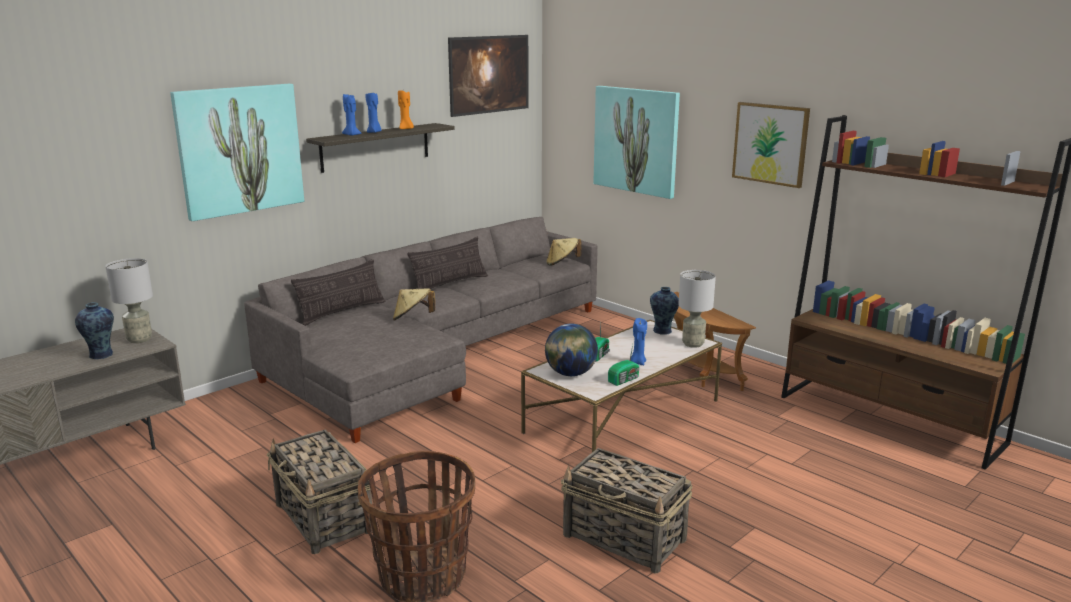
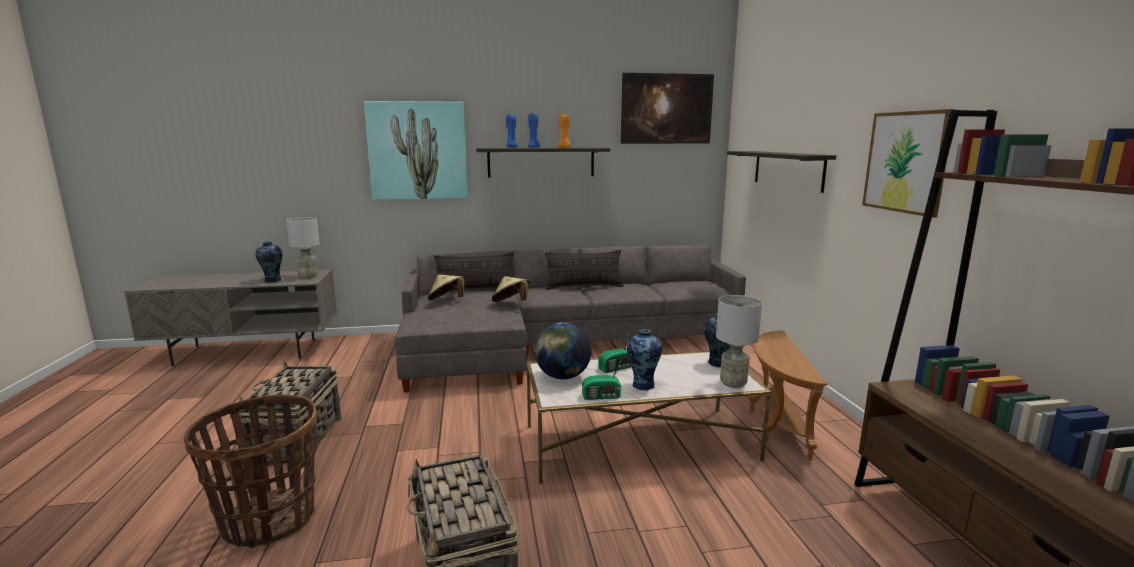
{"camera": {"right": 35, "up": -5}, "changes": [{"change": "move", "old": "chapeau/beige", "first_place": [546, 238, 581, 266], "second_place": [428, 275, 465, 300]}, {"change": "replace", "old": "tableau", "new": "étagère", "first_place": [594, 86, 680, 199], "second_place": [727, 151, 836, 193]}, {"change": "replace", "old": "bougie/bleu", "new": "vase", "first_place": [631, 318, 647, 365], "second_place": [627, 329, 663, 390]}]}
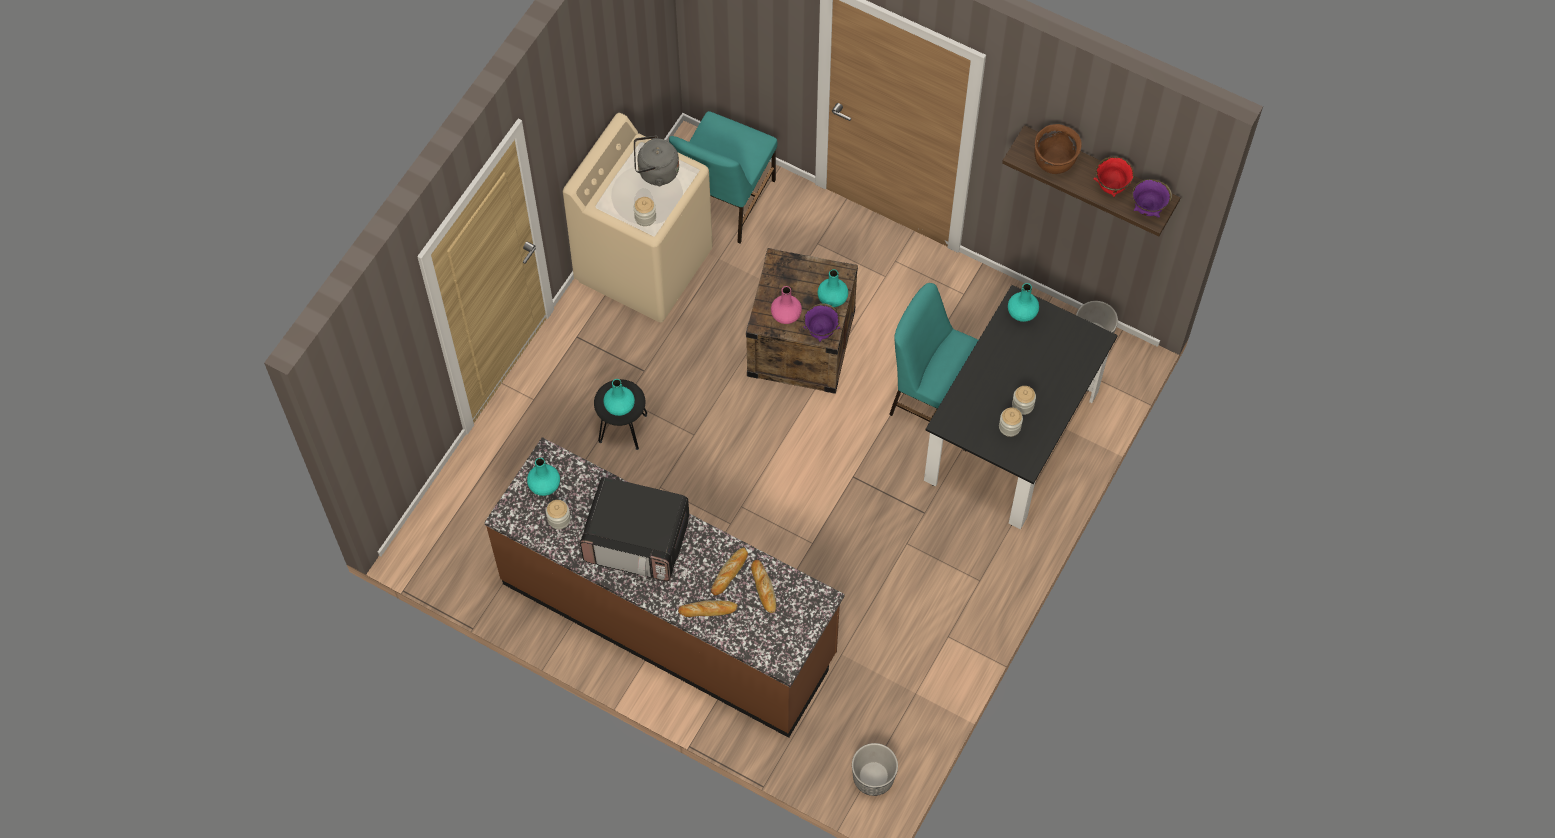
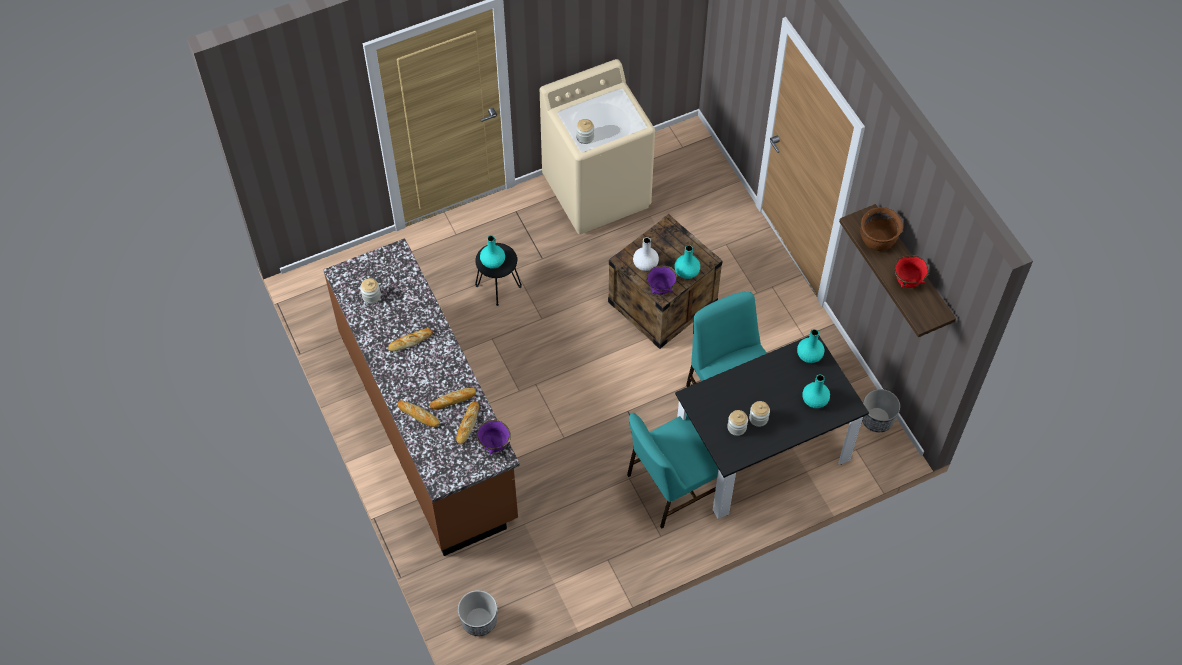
{"camera": {"right": 35, "up": -5}, "changes": [{"change": "move", "old": "vase/turquoise", "first_place": [527, 458, 560, 496], "second_place": [802, 374, 830, 408]}, {"change": "replace", "old": "micro-ondes", "new": "pain", "first_place": [580, 477, 689, 581], "second_place": [388, 328, 433, 352]}, {"change": "delete", "old": "bouilloire/gris", "first_place": [634, 136, 679, 187]}, {"change": "move", "old": "chaise/turquoise", "first_place": [669, 111, 777, 243], "second_place": [627, 413, 718, 528]}, {"change": "recolor", "old": "vase/rose", "new": "vase/blanc", "first_place": [771, 286, 802, 324], "second_place": [633, 237, 659, 271]}, {"change": "move", "old": "bol/violet", "first_place": [1132, 179, 1172, 217], "second_place": [477, 420, 511, 455]}]}
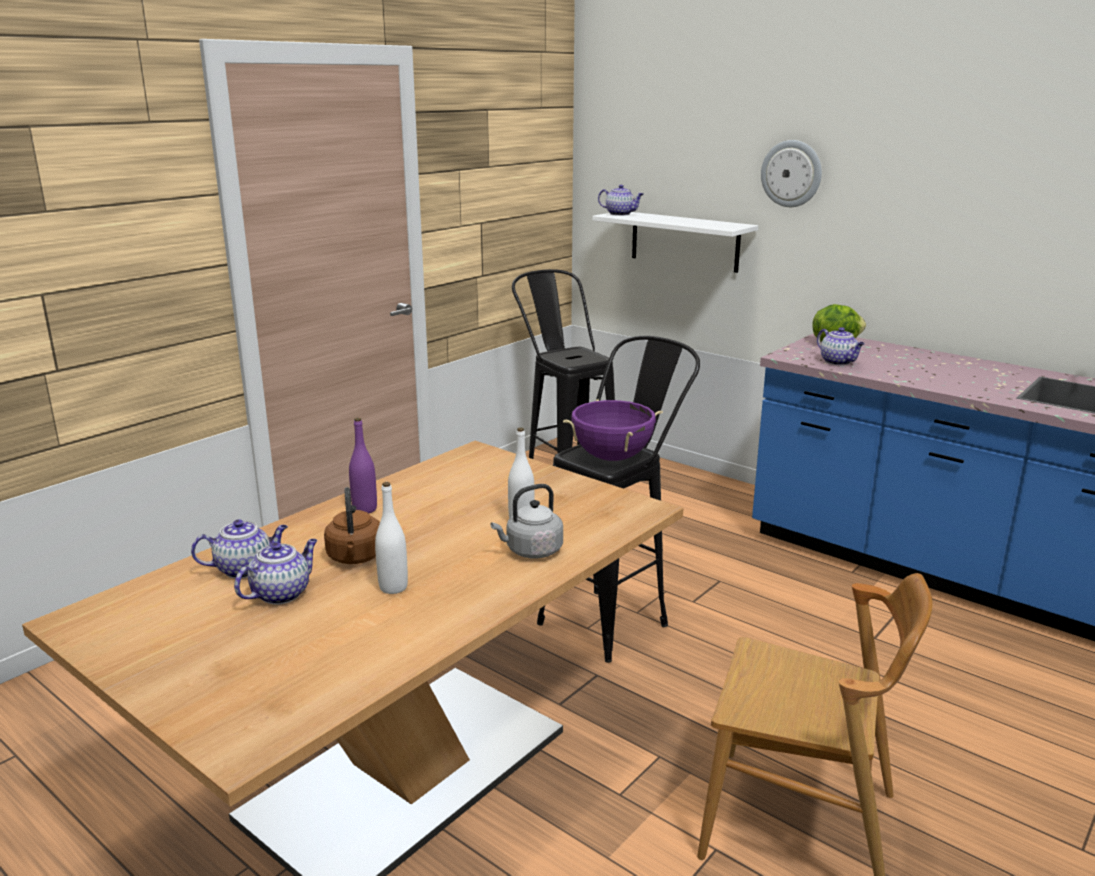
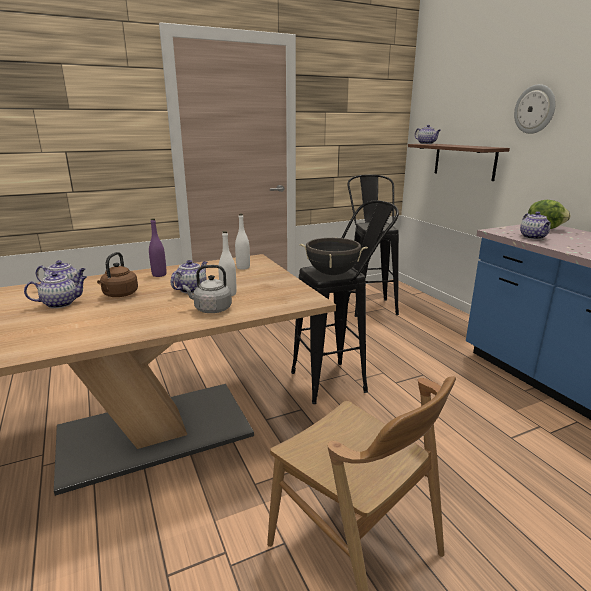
{"camera": {"right": 25, "up": 0}, "changes": [{"change": "move", "old": "bouteille/blanc", "first_place": [375, 482, 408, 594], "second_place": [235, 214, 250, 270]}, {"change": "recolor", "old": "marmite/violet", "new": "marmite/noir", "first_place": [563, 399, 663, 461], "second_place": [299, 237, 368, 275]}, {"change": "recolor", "old": "étagère/blanc", "new": "étagère/marron", "first_place": [592, 212, 758, 273], "second_place": [408, 144, 510, 181]}, {"change": "insert", "new": "théière", "second_place": [171, 260, 207, 293]}]}
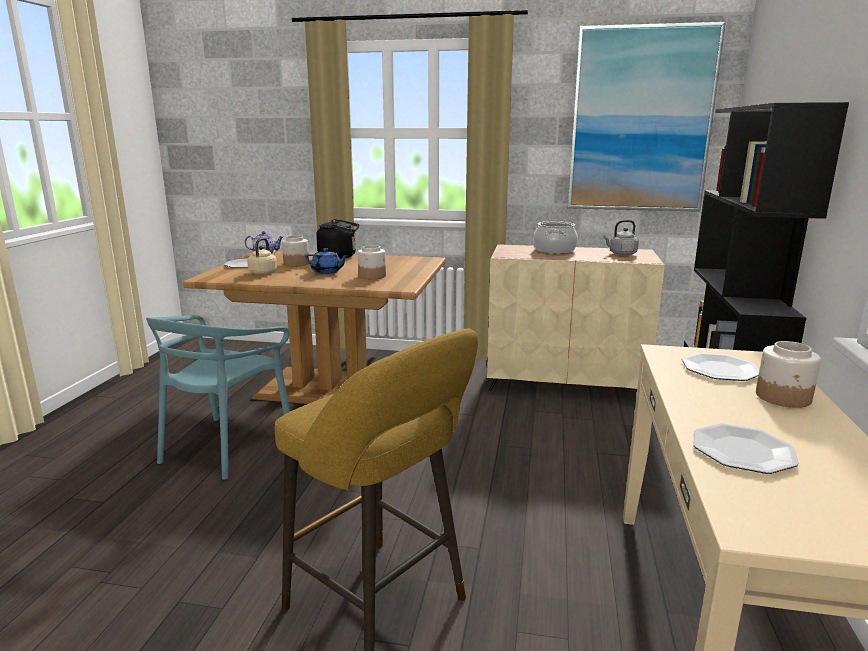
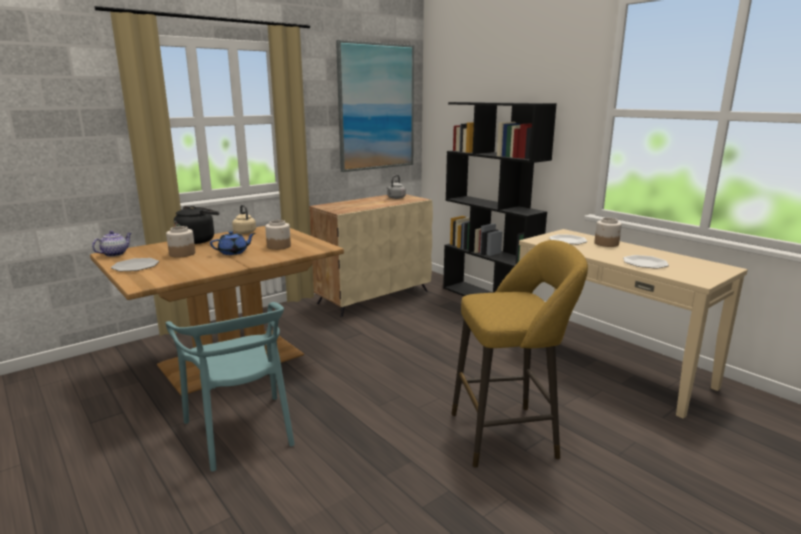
{"camera": {"right": -50, "up": 0}, "changes": [{"change": "move", "old": "bouilloire/beige", "first_place": [247, 238, 277, 275], "second_place": [232, 205, 256, 234]}, {"change": "delete", "old": "marmite", "first_place": [533, 221, 578, 254]}]}
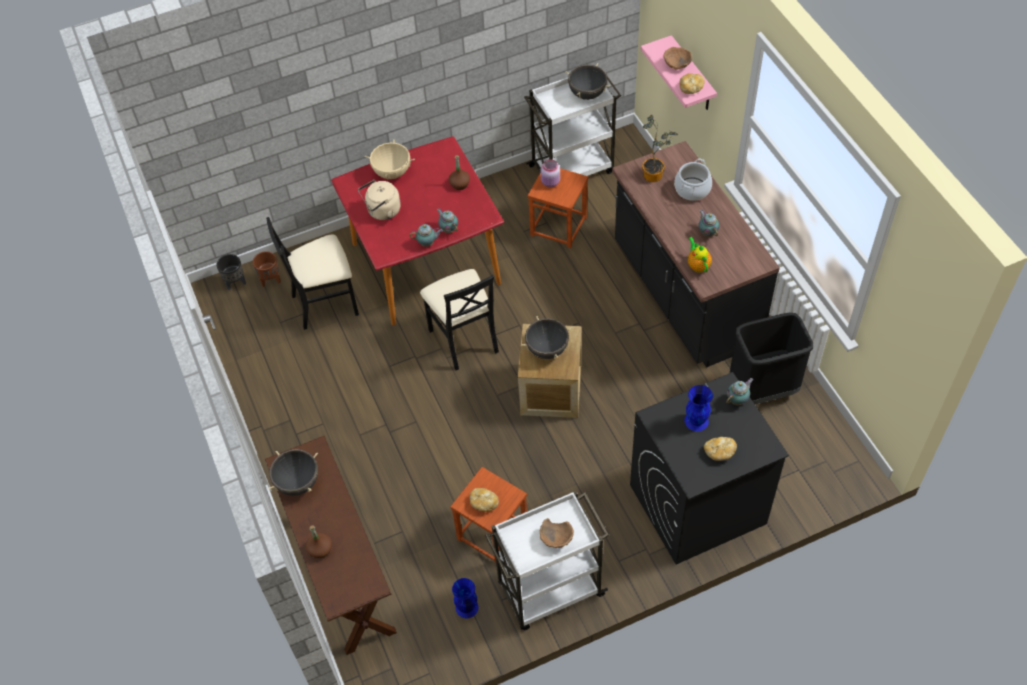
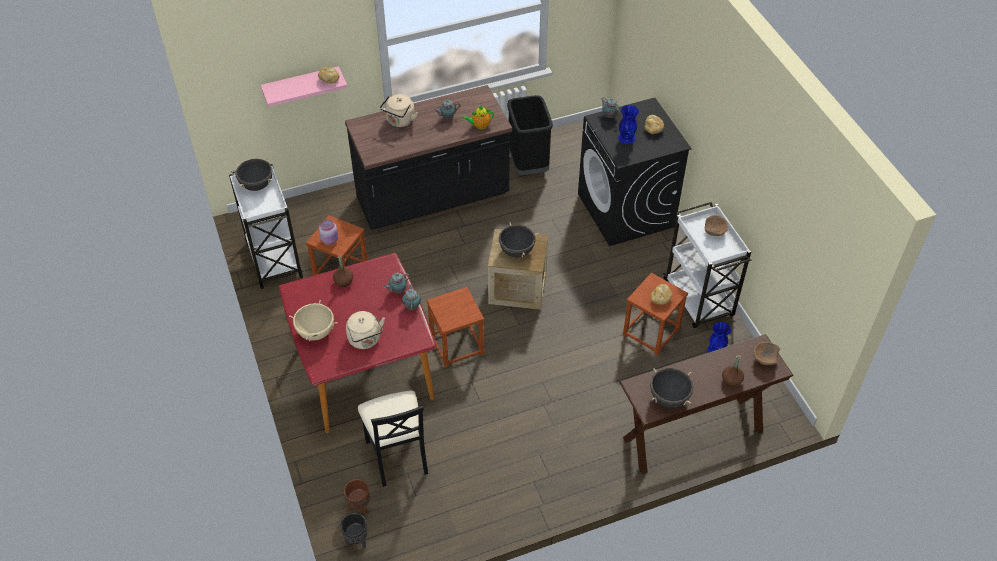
{"camera": {"right": -90, "up": -5}, "changes": [{"change": "replace", "old": "chaise/noir", "new": "tabouret/marron", "first_place": [420, 269, 499, 370], "second_place": [426, 287, 484, 368]}, {"change": "delete", "old": "plante en pot", "first_place": [642, 115, 678, 182]}, {"change": "move", "old": "bol/marron", "first_place": [664, 47, 692, 70], "second_place": [754, 342, 780, 365]}, {"change": "replace", "old": "marmite", "new": "bouilloire/beige", "first_place": [674, 159, 712, 201], "second_place": [380, 94, 418, 127]}]}
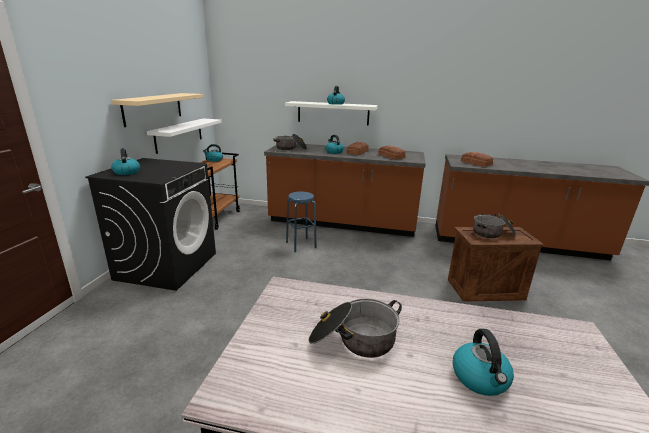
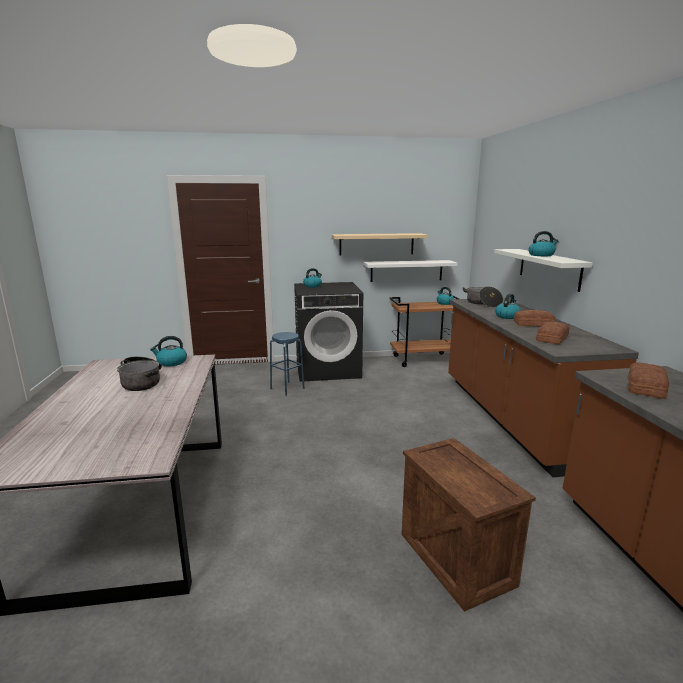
{"camera": {"right": 70, "up": -5}, "changes": [{"change": "move", "old": "tabouret/bleu", "first_place": [286, 191, 317, 252], "second_place": [270, 332, 304, 396]}, {"change": "move", "old": "bouilloire", "first_place": [453, 329, 514, 396], "second_place": [150, 336, 187, 366]}, {"change": "delete", "old": "marmite", "first_place": [473, 213, 516, 238]}]}
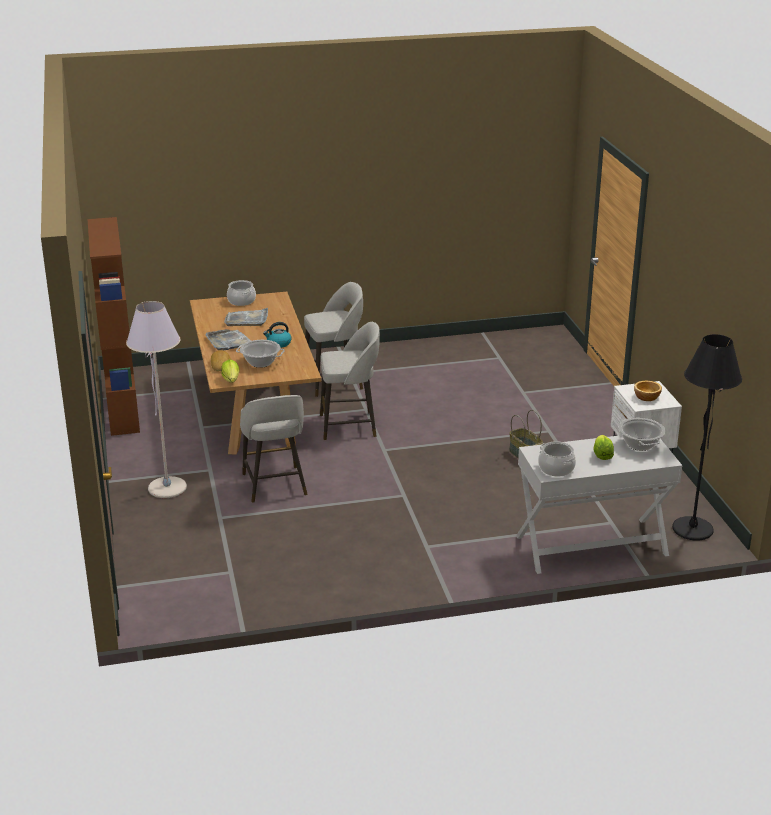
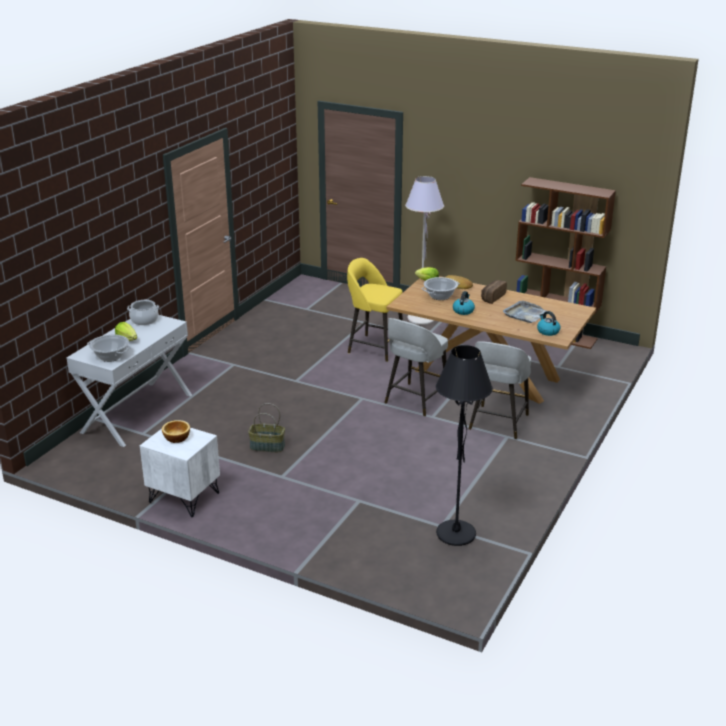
{"camera": {"right": 130, "up": 0}, "changes": [{"change": "replace", "old": "plateau/gris", "new": "pain", "first_place": [205, 329, 251, 350], "second_place": [481, 280, 507, 304]}, {"change": "delete", "old": "marmite", "first_place": [227, 280, 256, 306]}, {"change": "recolor", "old": "tabouret/gris", "new": "tabouret/jaune", "first_place": [240, 395, 307, 503], "second_place": [347, 258, 403, 362]}, {"change": "move", "old": "lampadaire/noir", "first_place": [672, 334, 742, 541], "second_place": [436, 345, 493, 546]}, {"change": "insert", "new": "bouilloire", "second_place": [537, 311, 560, 336]}]}
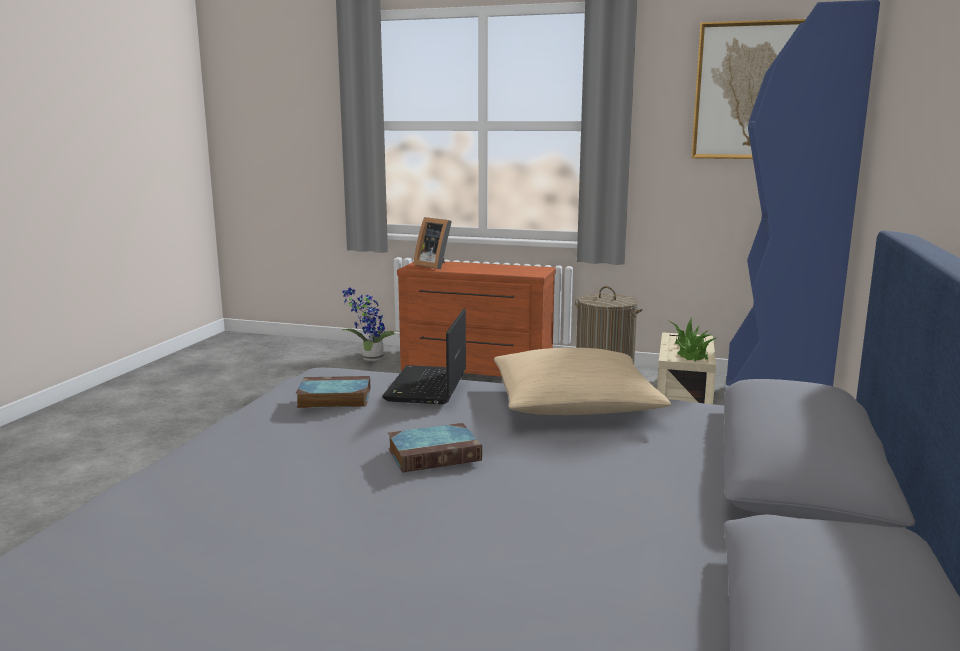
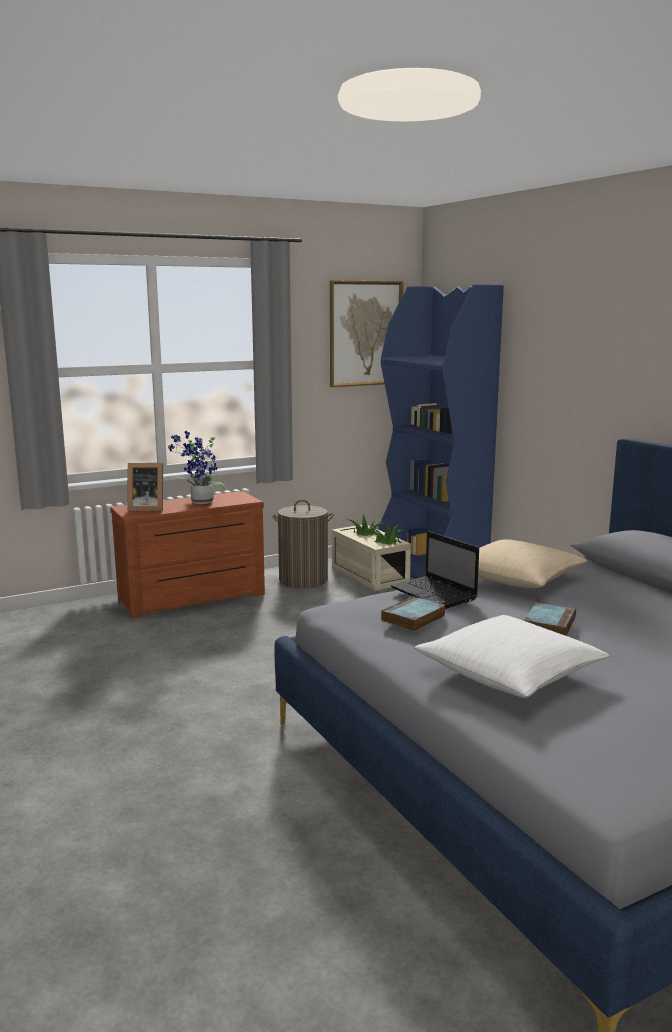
{"camera": {"right": -45, "up": 0}, "changes": [{"change": "move", "old": "plante en pot", "first_place": [342, 287, 396, 361], "second_place": [167, 431, 226, 504]}, {"change": "insert", "new": "coussin/blanc", "second_place": [415, 615, 609, 698]}]}
